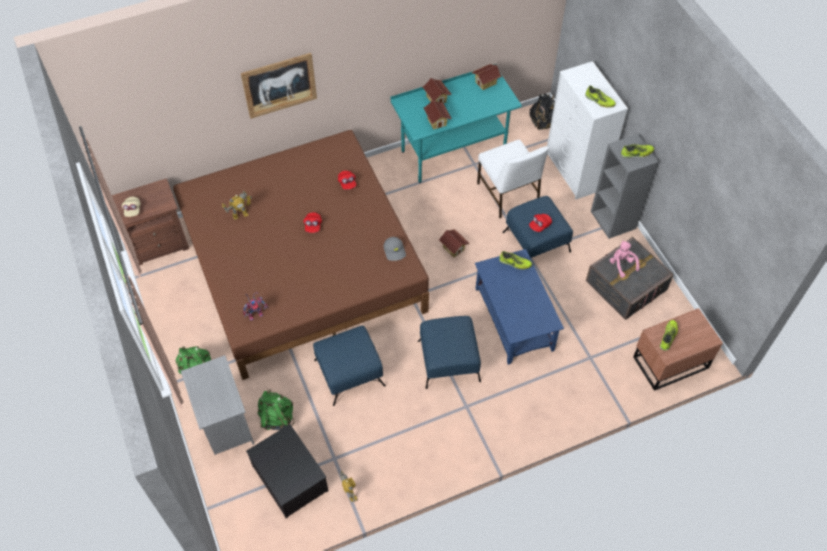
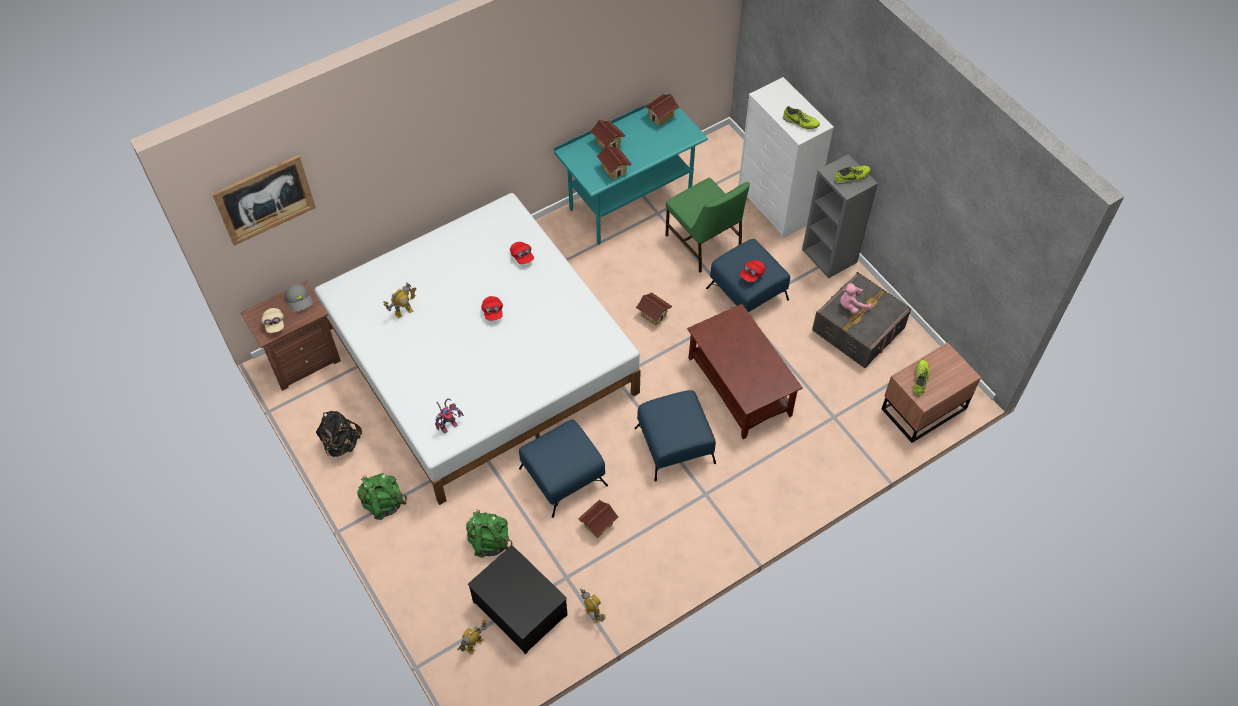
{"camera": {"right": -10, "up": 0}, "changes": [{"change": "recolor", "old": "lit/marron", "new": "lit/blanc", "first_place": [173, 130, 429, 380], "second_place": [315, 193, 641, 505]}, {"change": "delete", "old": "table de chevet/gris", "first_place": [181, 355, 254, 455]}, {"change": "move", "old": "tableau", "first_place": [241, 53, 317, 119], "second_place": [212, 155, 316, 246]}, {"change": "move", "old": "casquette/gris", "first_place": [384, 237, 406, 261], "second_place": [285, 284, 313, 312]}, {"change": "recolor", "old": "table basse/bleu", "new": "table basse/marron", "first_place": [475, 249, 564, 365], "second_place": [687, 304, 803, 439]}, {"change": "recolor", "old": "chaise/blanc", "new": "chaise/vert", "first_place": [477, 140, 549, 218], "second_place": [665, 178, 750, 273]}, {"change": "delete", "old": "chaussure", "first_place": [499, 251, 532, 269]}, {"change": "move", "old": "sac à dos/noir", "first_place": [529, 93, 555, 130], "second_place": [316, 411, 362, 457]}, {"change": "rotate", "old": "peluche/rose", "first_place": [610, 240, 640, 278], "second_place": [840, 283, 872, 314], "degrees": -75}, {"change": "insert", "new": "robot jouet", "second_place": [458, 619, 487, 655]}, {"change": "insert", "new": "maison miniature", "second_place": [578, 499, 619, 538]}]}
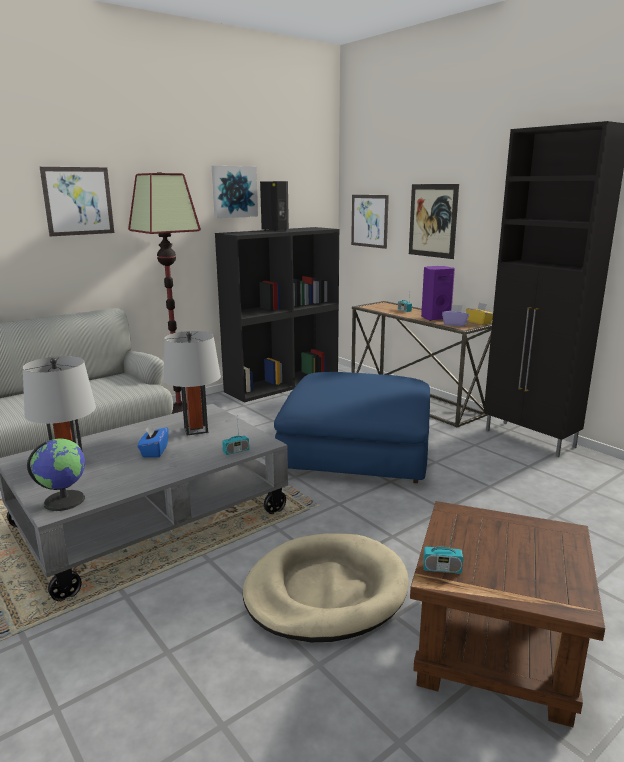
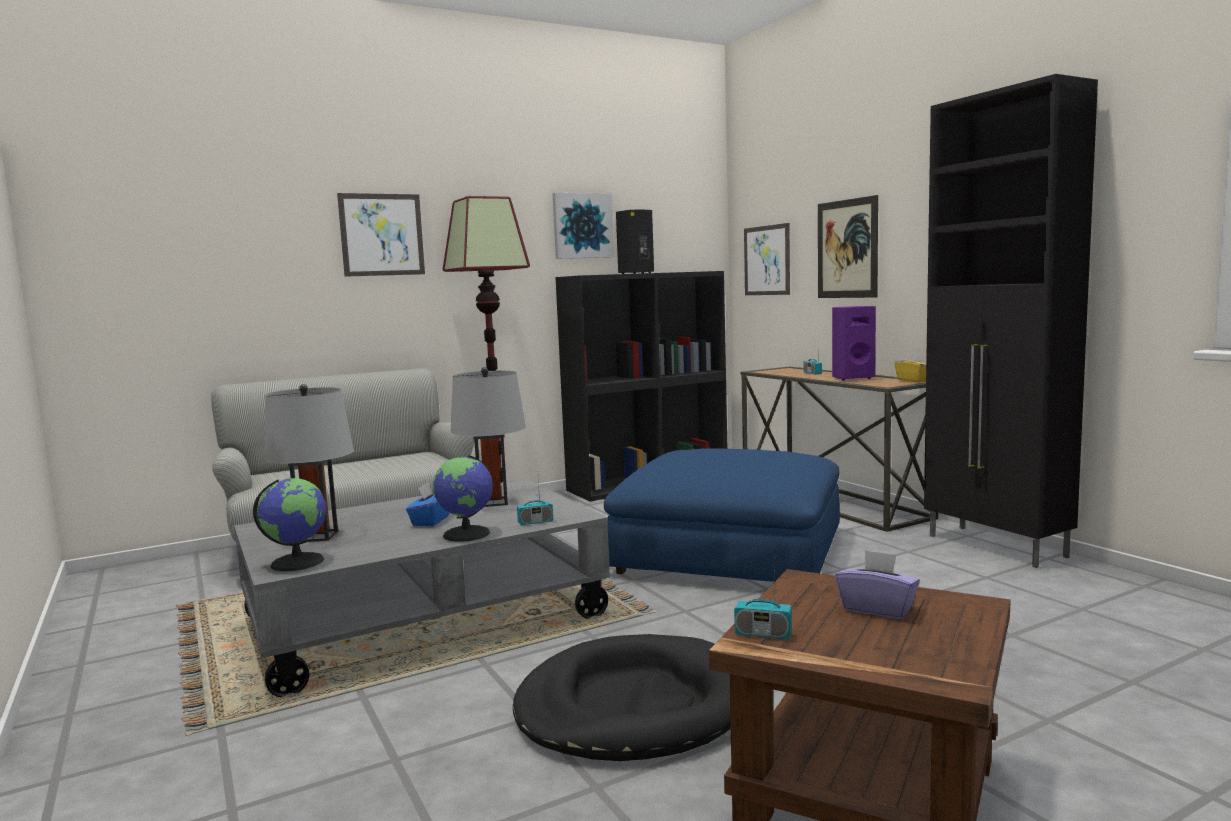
{"camera": {"right": 10, "up": -10}, "changes": [{"change": "recolor", "old": "panier pour chien/beige", "new": "panier pour chien/noir", "first_place": [243, 533, 409, 642], "second_place": [513, 634, 731, 761]}, {"change": "move", "old": "boîte à mouchoirs/violet", "first_place": [442, 305, 470, 326], "second_place": [835, 550, 920, 619]}, {"change": "insert", "new": "globe", "second_place": [433, 455, 493, 542]}]}
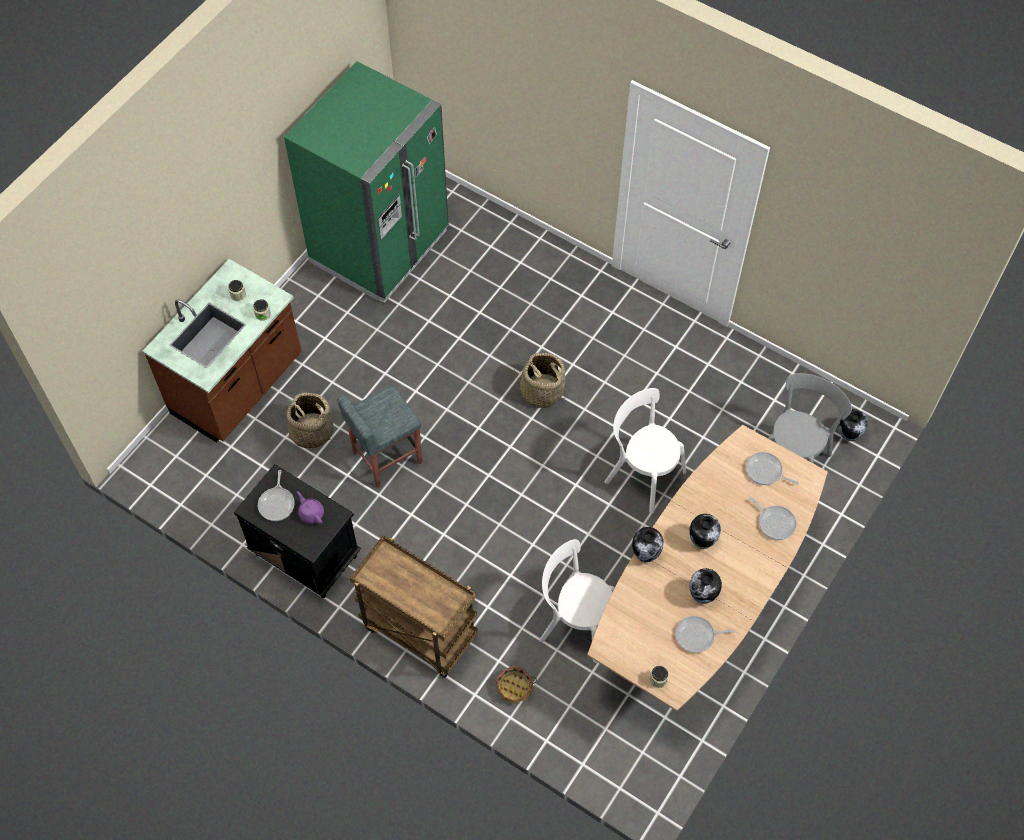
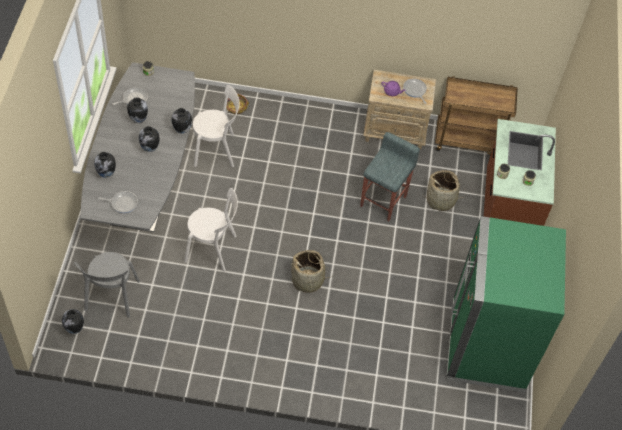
{"camera": {"right": 150, "up": -5}, "changes": [{"change": "recolor", "old": "table de chevet/noir", "new": "table de chevet/beige", "first_place": [234, 464, 362, 598], "second_place": [363, 70, 436, 150]}, {"change": "move", "old": "chariot/marron", "first_place": [350, 535, 478, 678], "second_place": [435, 76, 518, 155]}, {"change": "recolor", "old": "table à manger/marron", "new": "table à manger/gris", "first_place": [587, 425, 828, 711], "second_place": [80, 62, 195, 232]}, {"change": "replace", "old": "poêle", "new": "vase", "first_place": [749, 497, 797, 540], "second_place": [94, 152, 116, 178]}]}
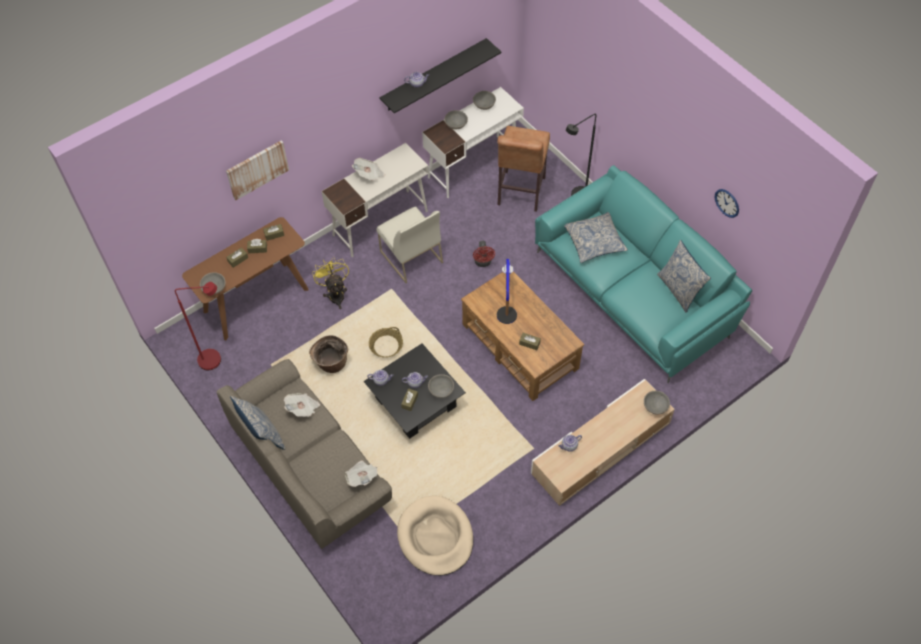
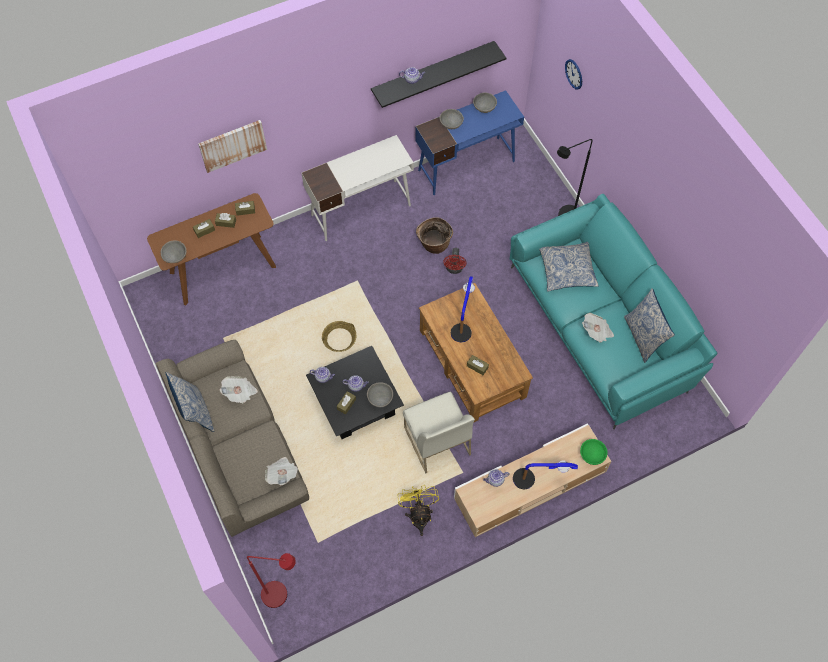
{"camera": {"right": 10, "up": 5}, "changes": [{"change": "move", "old": "lampadaire/rouge", "first_place": [175, 282, 221, 370], "second_place": [247, 553, 296, 608]}, {"change": "move", "old": "panier", "first_place": [309, 335, 348, 373], "second_place": [416, 217, 453, 254]}, {"change": "move", "old": "ventilateur/jaune", "first_place": [312, 257, 349, 309], "second_place": [398, 485, 439, 536]}, {"change": "move", "old": "journal", "first_place": [352, 158, 385, 181], "second_place": [582, 313, 614, 342]}, {"change": "move", "old": "chaise/blanc", "first_place": [376, 206, 443, 283], "second_place": [403, 392, 475, 473]}, {"change": "delete", "old": "panier pour chien/beige", "first_place": [397, 496, 473, 576]}, {"change": "recolor", "old": "bureau/blanc", "new": "bureau/bleu", "first_place": [422, 87, 524, 198], "second_place": [415, 90, 524, 195]}, {"change": "delete", "old": "tabouret/marron", "first_place": [497, 126, 550, 212]}, {"change": "recolor", "old": "bol/gris", "new": "bol/vert", "first_place": [644, 391, 670, 415], "second_place": [580, 439, 608, 465]}, {"change": "move", "old": "horloge murale", "first_place": [715, 189, 739, 218], "second_place": [565, 59, 582, 90]}, {"change": "insert", "new": "lampe de table", "second_place": [513, 461, 578, 489]}]}
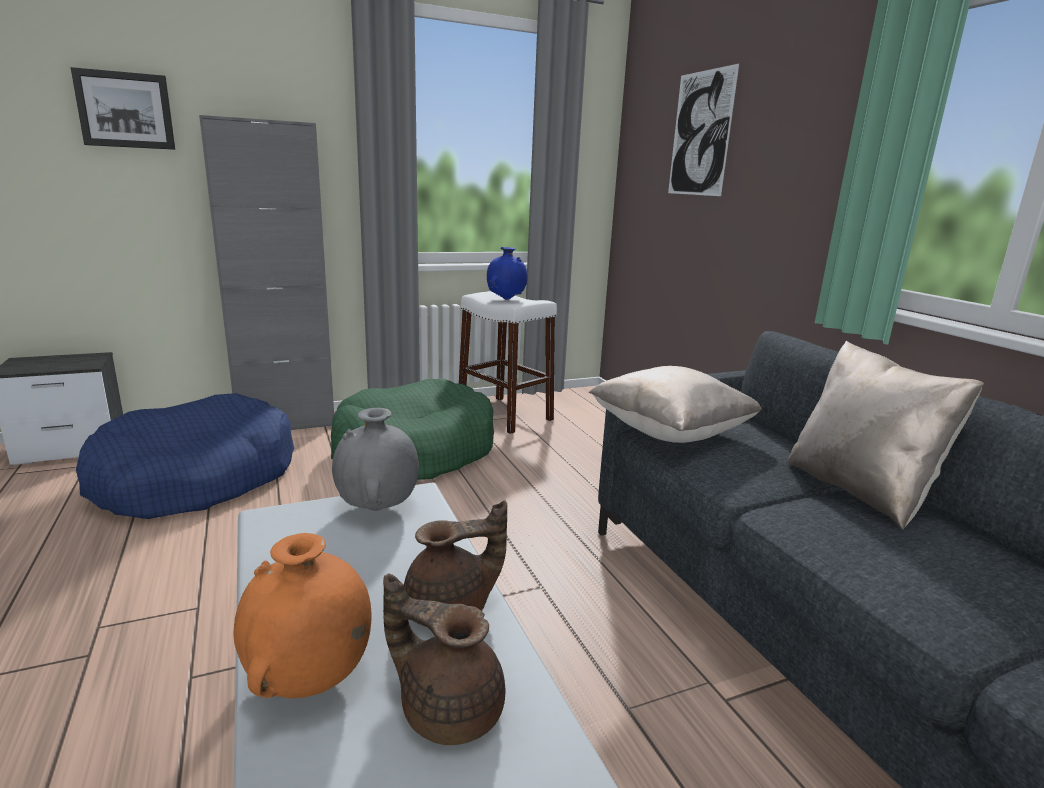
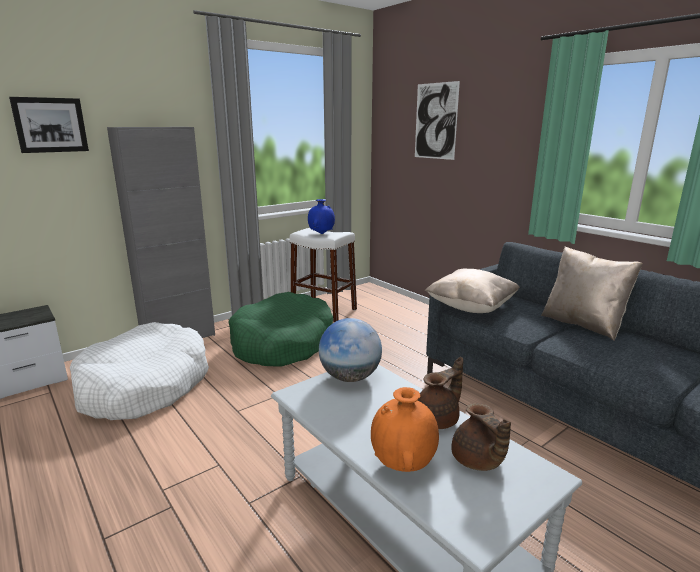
{"camera": {"right": -15, "up": 0}, "changes": [{"change": "recolor", "old": "panier pour chien/bleu", "new": "panier pour chien/blanc", "first_place": [76, 393, 294, 519], "second_place": [70, 322, 209, 420]}, {"change": "replace", "old": "vase/gris", "new": "globe", "first_place": [332, 408, 419, 511], "second_place": [319, 318, 382, 382]}, {"change": "rotate", "old": "théière/marron", "first_place": [383, 574, 505, 745], "second_place": [452, 403, 511, 471], "degrees": -120}]}
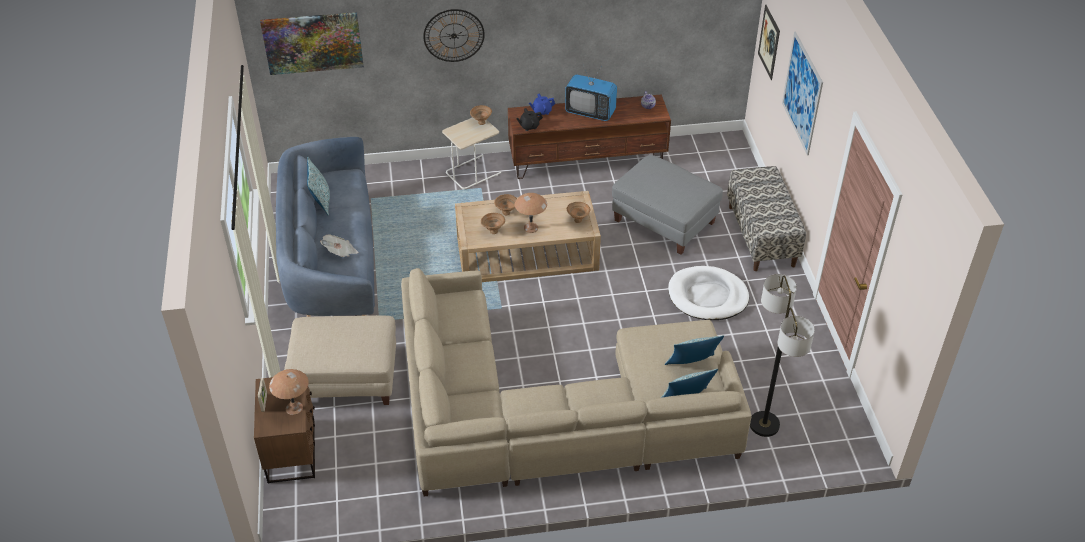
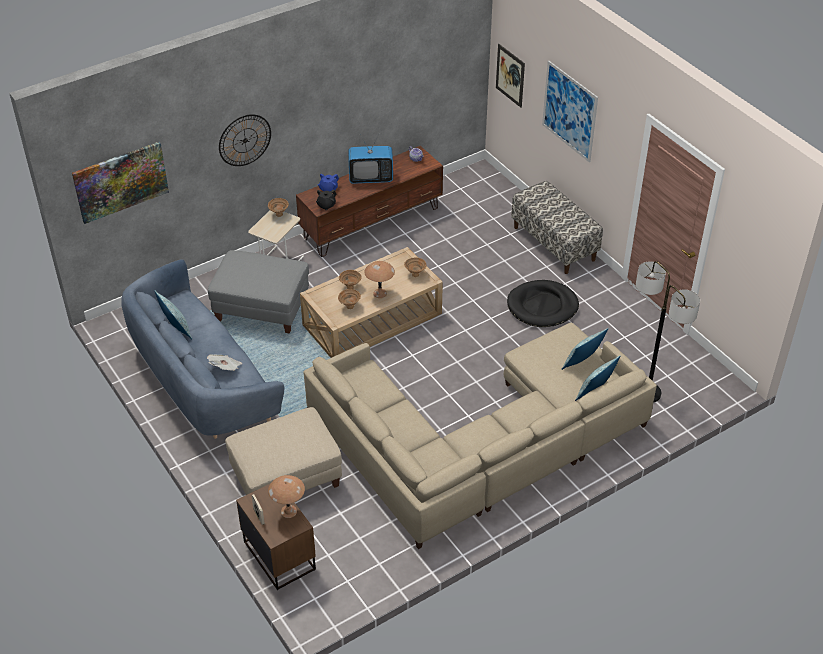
{"camera": {"right": -25, "up": 0}, "changes": [{"change": "move", "old": "pouf/gris", "first_place": [612, 155, 723, 255], "second_place": [208, 250, 309, 334]}, {"change": "recolor", "old": "panier pour chien/blanc", "new": "panier pour chien/noir", "first_place": [668, 266, 749, 320], "second_place": [507, 280, 579, 327]}]}
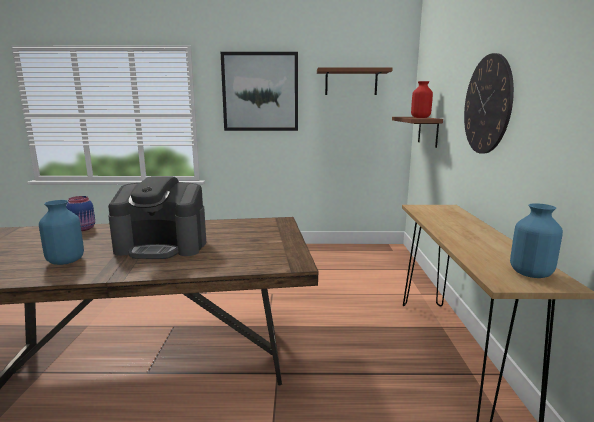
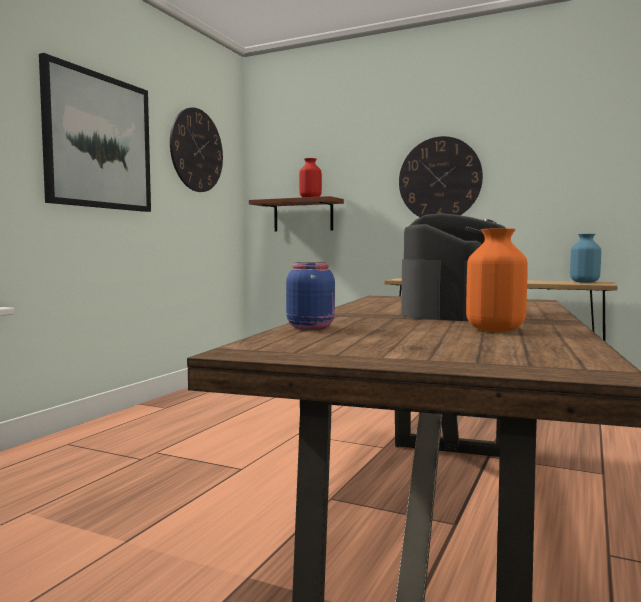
{"camera": {"right": -65, "up": -10}, "changes": [{"change": "recolor", "old": "vase/bleu", "new": "vase/orange", "first_place": [39, 200, 84, 265], "second_place": [466, 228, 528, 332]}, {"change": "replace", "old": "étagère/marron", "new": "horloge murale", "first_place": [317, 68, 393, 95], "second_place": [170, 108, 223, 192]}]}
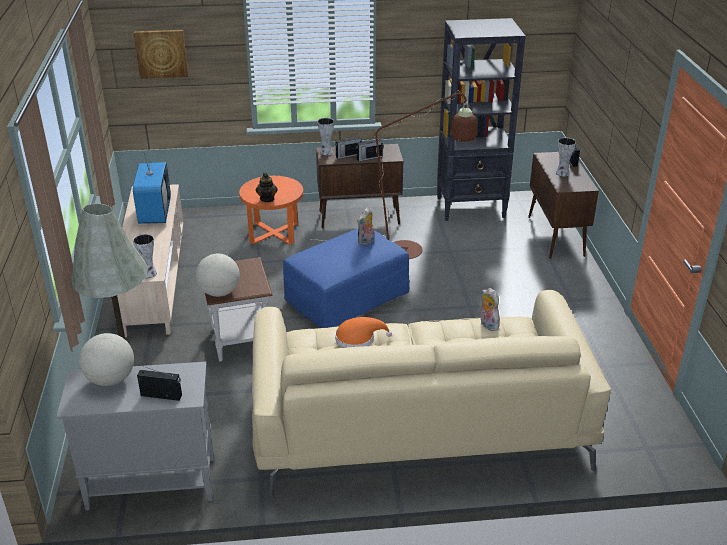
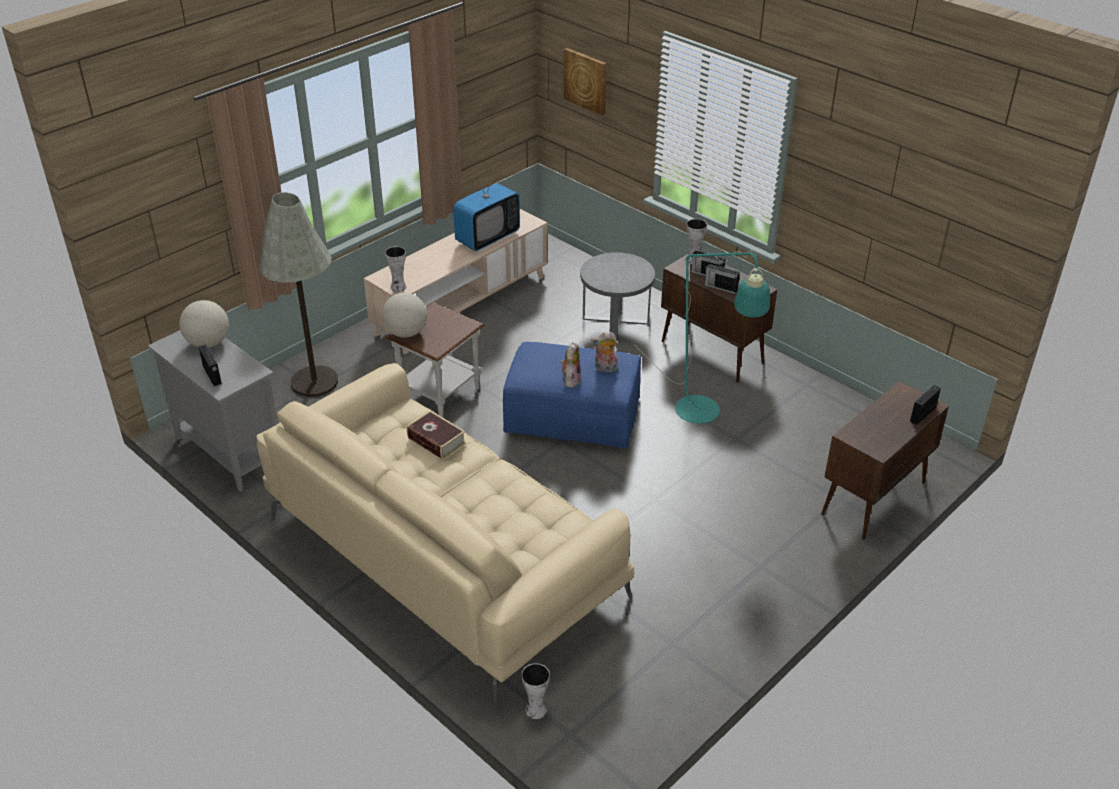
{"camera": {"right": 50, "up": 5}, "changes": [{"change": "recolor", "old": "table d'appoint/orange", "new": "table d'appoint/gris", "first_place": [239, 176, 303, 245], "second_place": [580, 252, 655, 340]}, {"change": "delete", "old": "théière", "first_place": [256, 173, 278, 202]}, {"change": "recolor", "old": "lampadaire/marron", "new": "lampadaire/turquoise", "first_place": [311, 91, 477, 259], "second_place": [635, 250, 770, 424]}, {"change": "replace", "old": "chapeau/orange", "new": "livre", "first_place": [335, 317, 392, 348], "second_place": [407, 411, 466, 460]}, {"change": "delete", "old": "bibliothèque/noir", "first_place": [437, 18, 526, 221]}, {"change": "move", "old": "peluche", "first_place": [481, 288, 500, 331], "second_place": [561, 342, 581, 388]}, {"change": "move", "old": "vase", "first_place": [556, 137, 576, 177], "second_place": [521, 663, 550, 719]}]}
